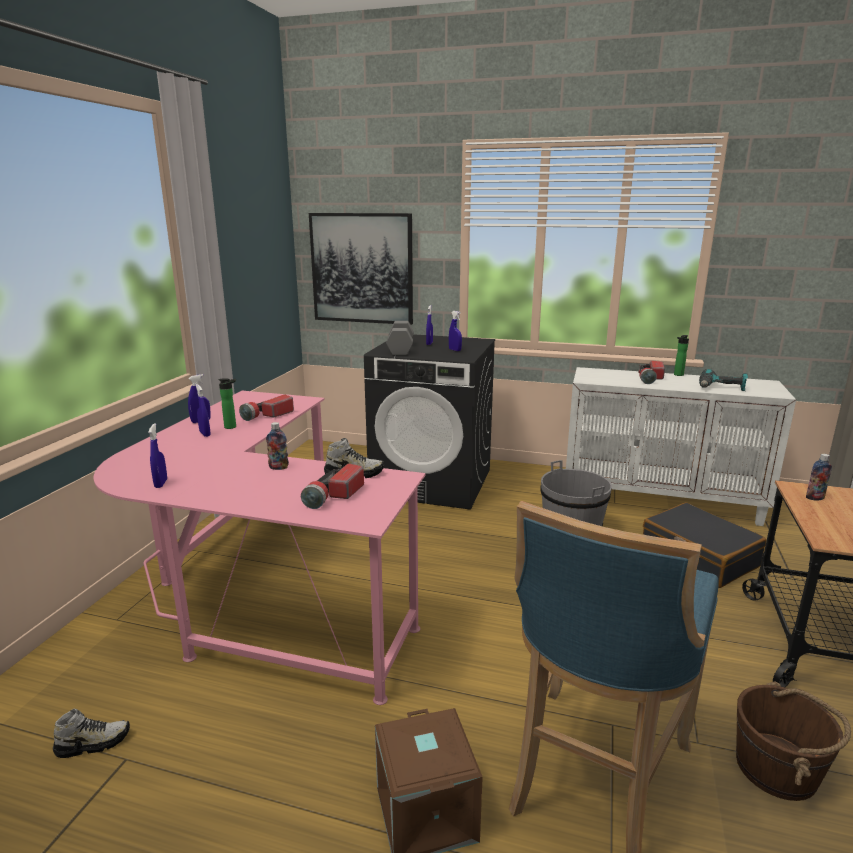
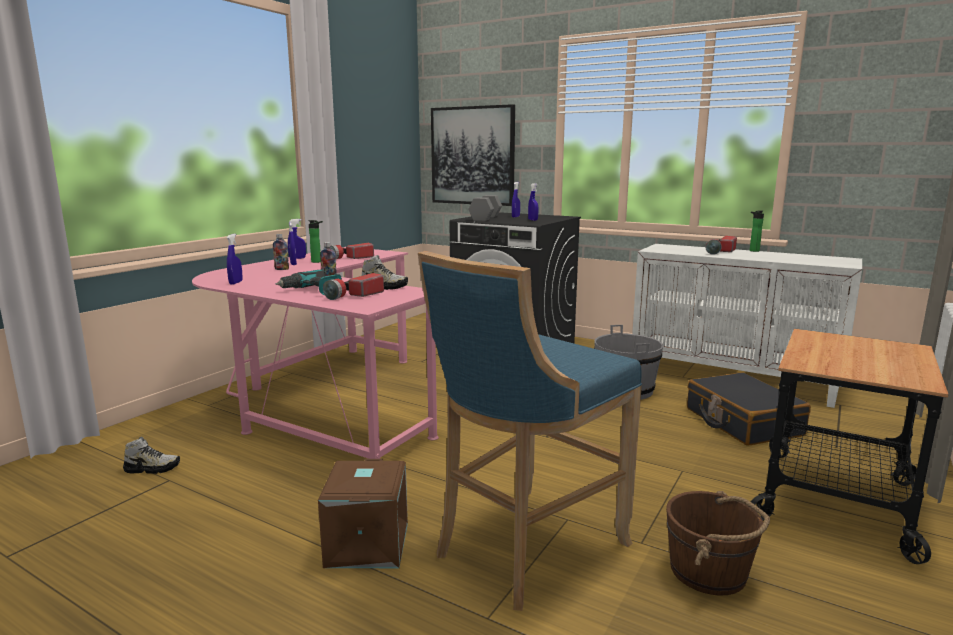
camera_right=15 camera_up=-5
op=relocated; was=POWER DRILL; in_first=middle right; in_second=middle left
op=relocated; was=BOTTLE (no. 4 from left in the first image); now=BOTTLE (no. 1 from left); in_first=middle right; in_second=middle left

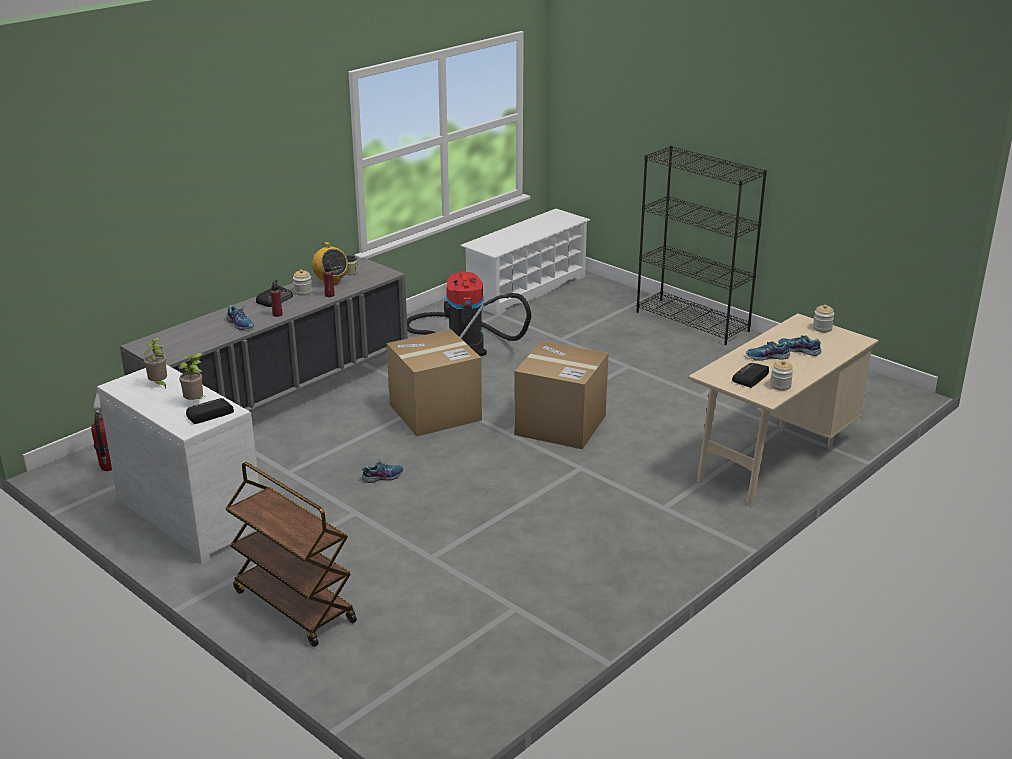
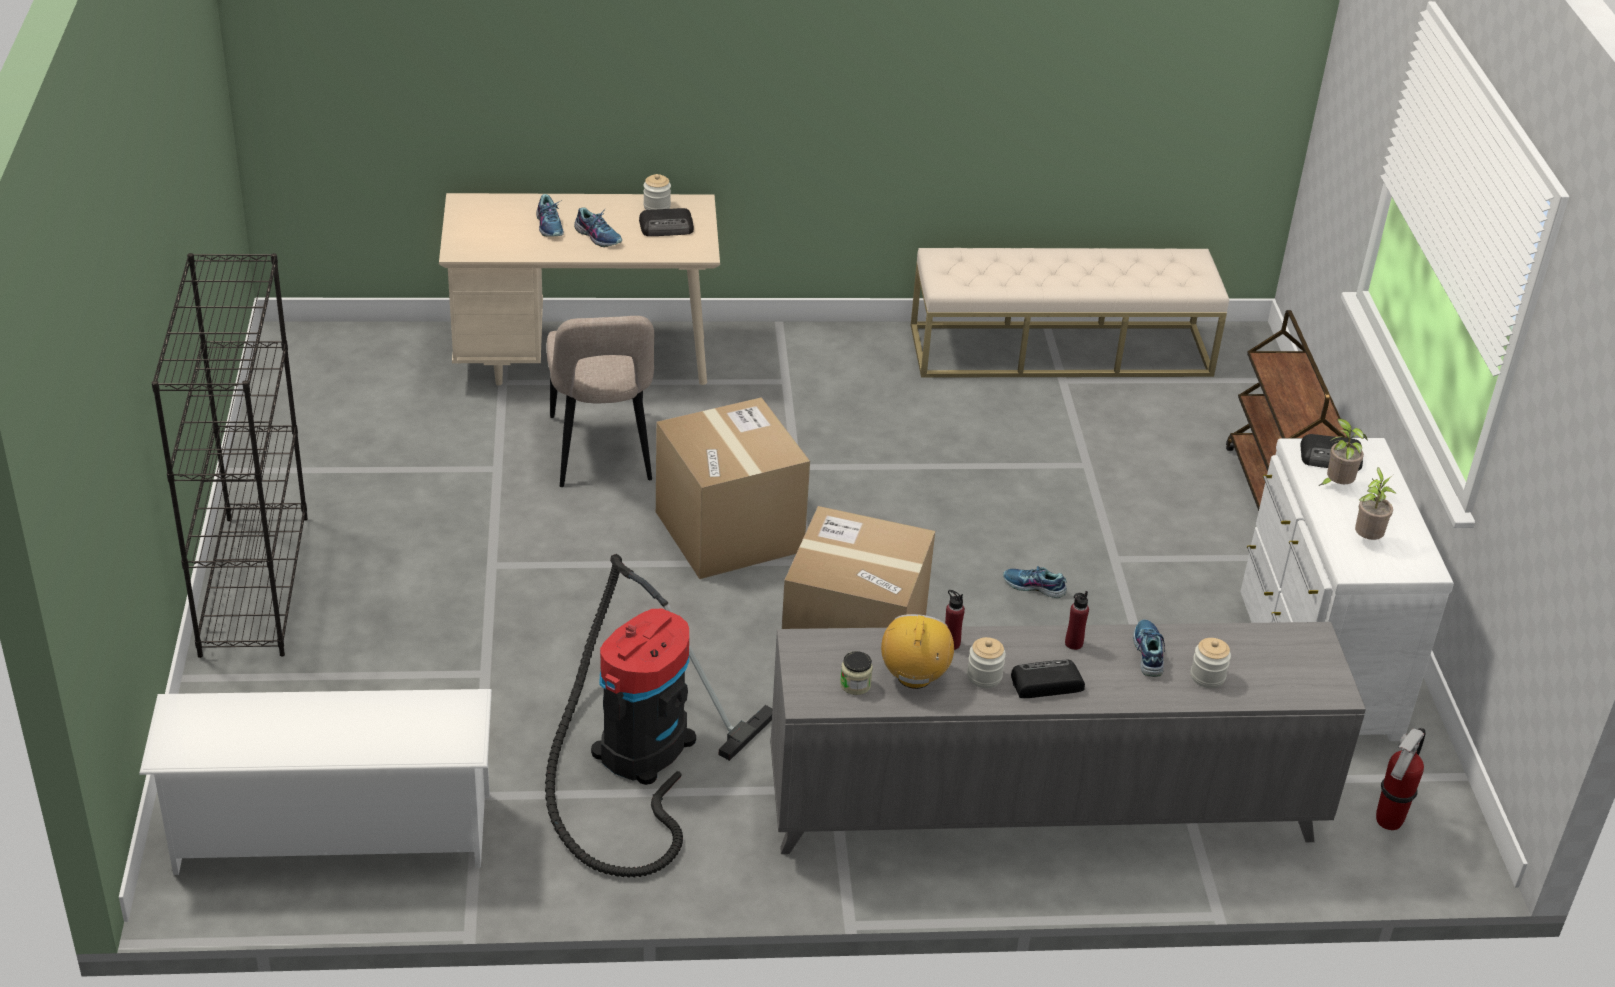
camera_right=-140 camera_up=10
op=relocated; was=JAR (no. 4 from left); in_first=middle right; in_second=bottom right
op=appeared; now=BEIGE CHAIR; in_second=centre
op=appeared; now=BEIGE BENCH; in_second=top centre

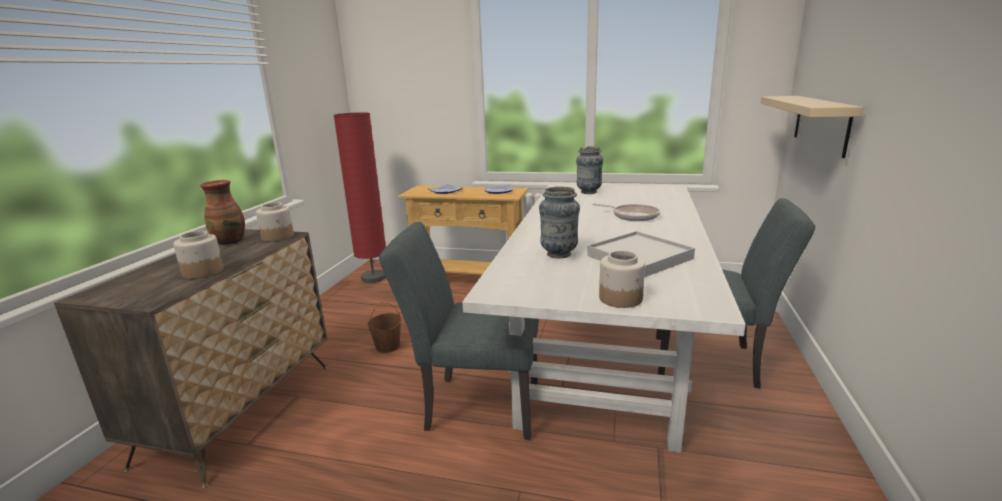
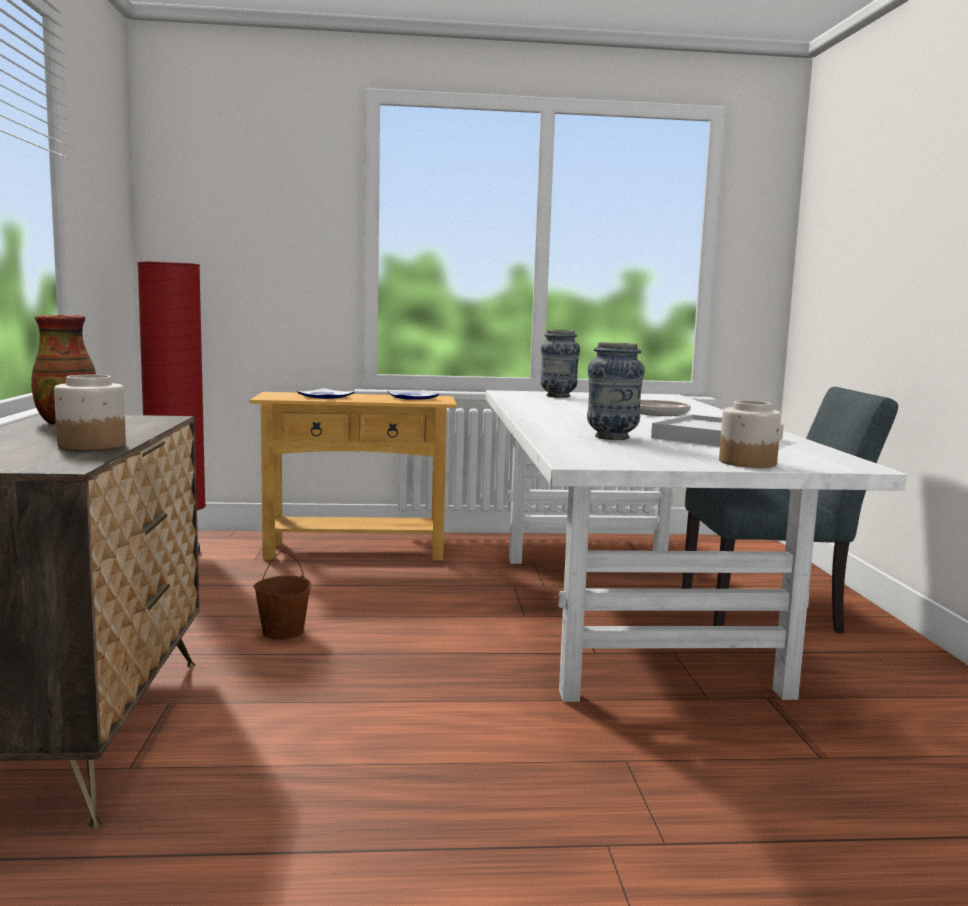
camera_right=-20 camera_up=-10
op=missing; was=JAR (no. 2 from left); in_first=middle left
op=missing; was=GREY CHAIR (no. 1 from left); in_first=centre
op=missing; was=BEIGE SHELF; in_first=top right

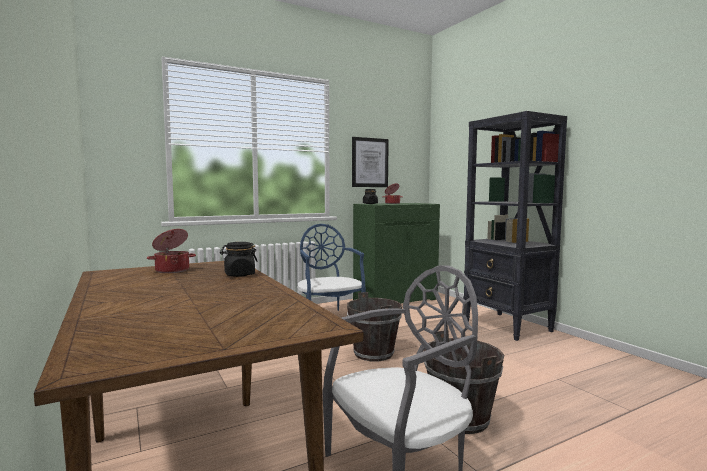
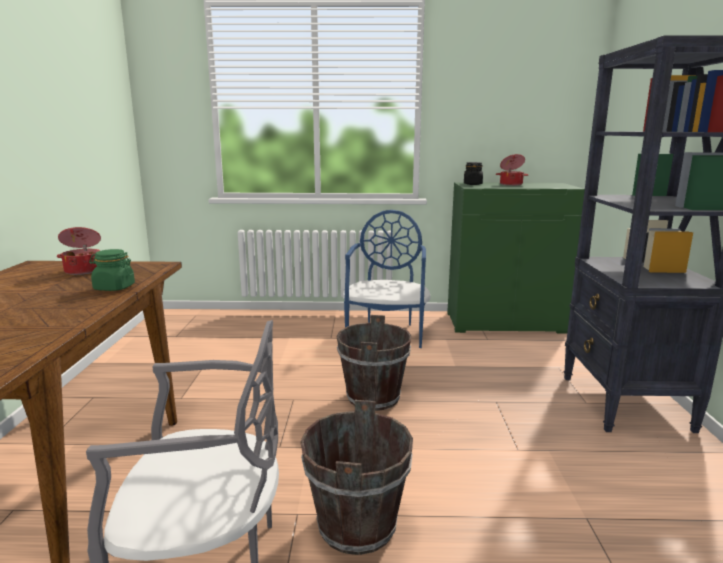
camera_right=30 camera_up=10
op=colour; was=BLACK JAR (no. 1 from left); now=GREEN JAR; in_first=centre; in_second=middle left
op=missing; was=PICTURE; in_first=centre

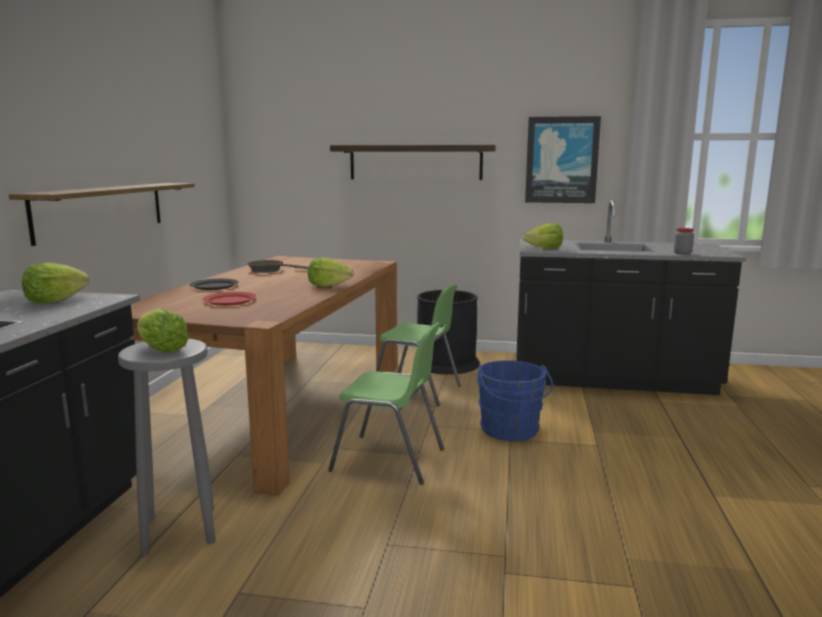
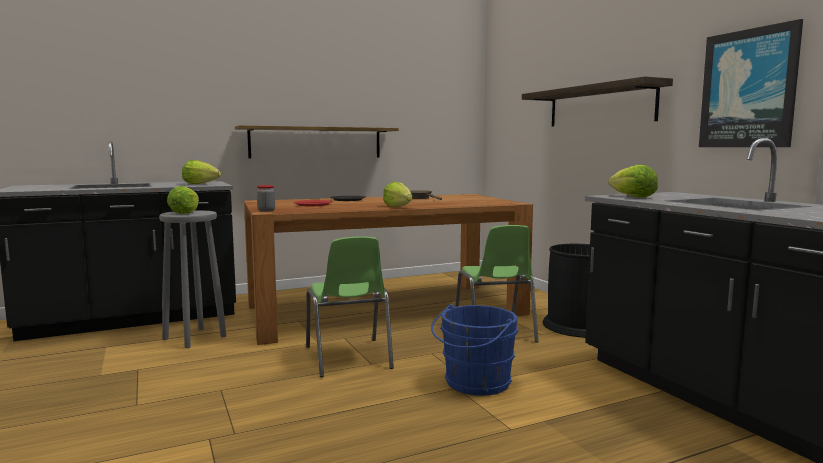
camera_right=55 camera_up=-5
op=relocated; was=JAR; in_first=middle right; in_second=middle left

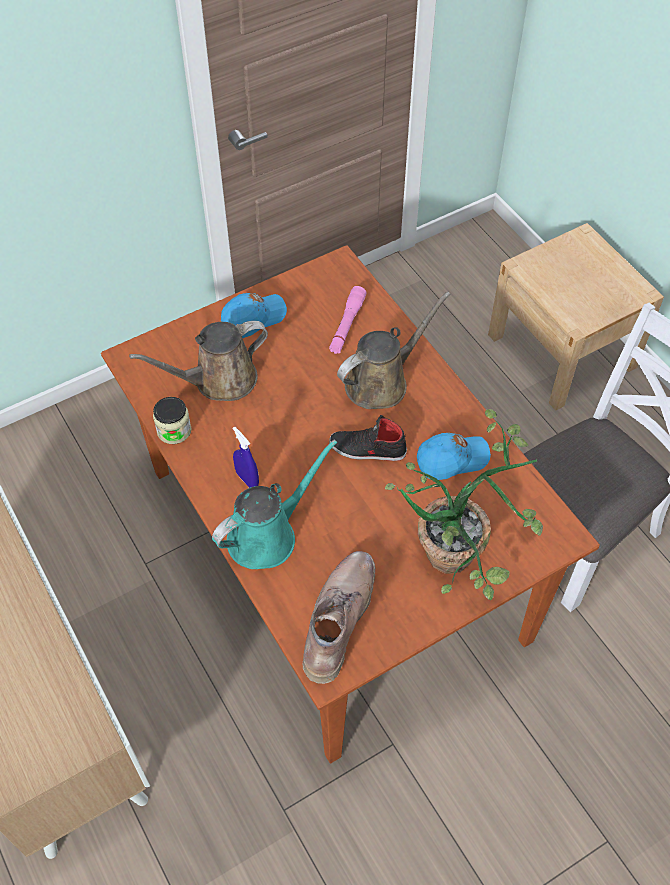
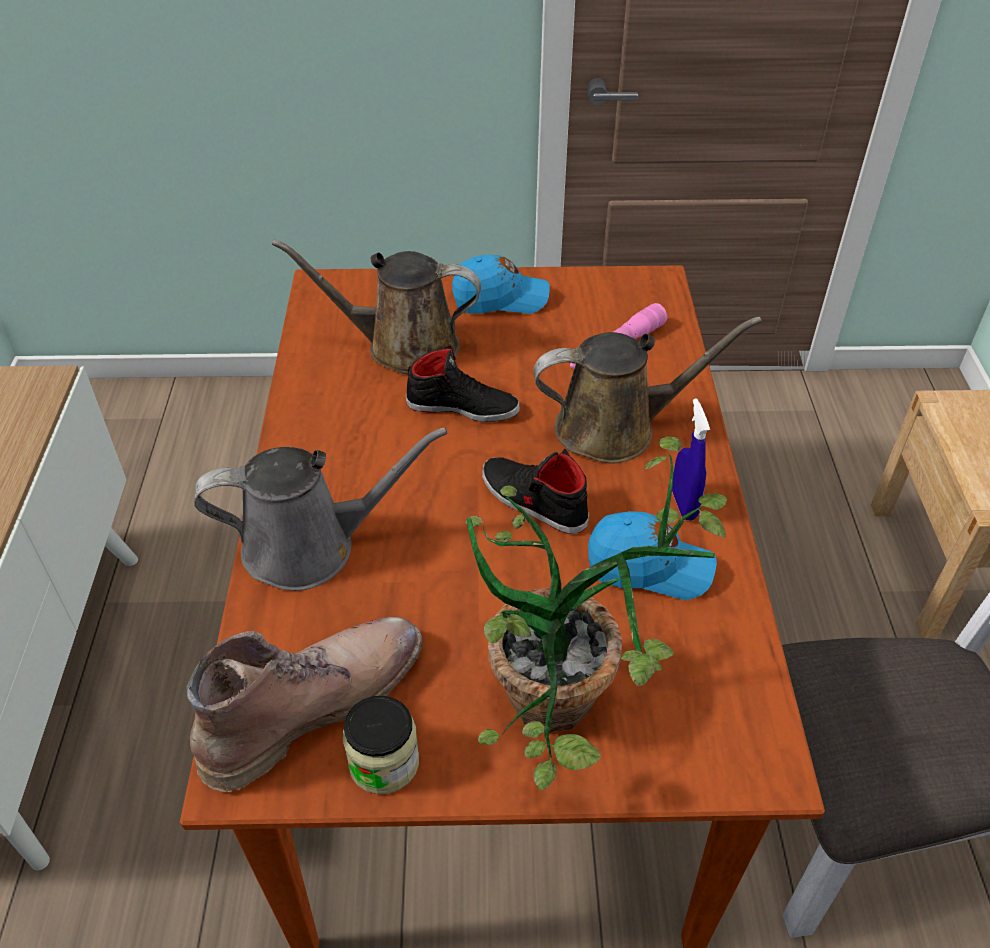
camera_right=30 camera_up=-10
op=relocated; was=JAR; in_first=middle left; in_second=bottom centre
op=colour; was=TURQUOISE WATERING CAN; now=GREY WATERING CAN; in_first=centre; in_second=middle left
op=relocated; was=BLUE SPRAY BOTTLE; in_first=centre; in_second=middle right
op=appeared; now=BLACK SHOE (no. 1 from left); in_second=centre

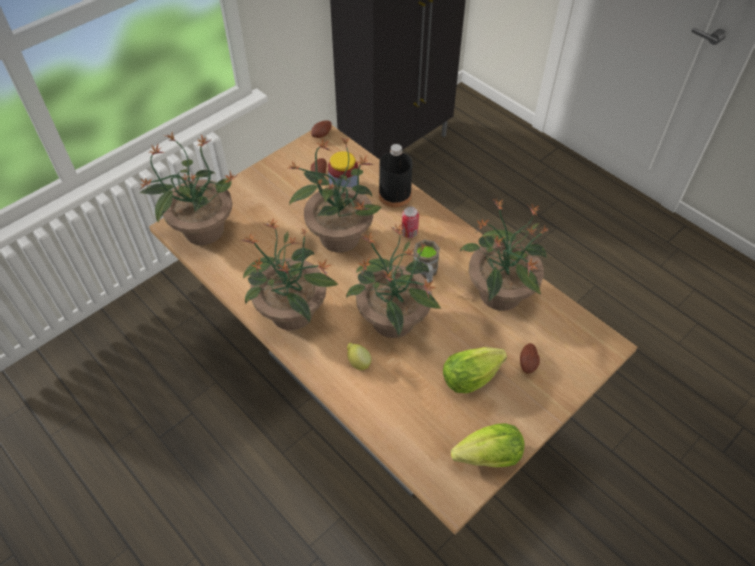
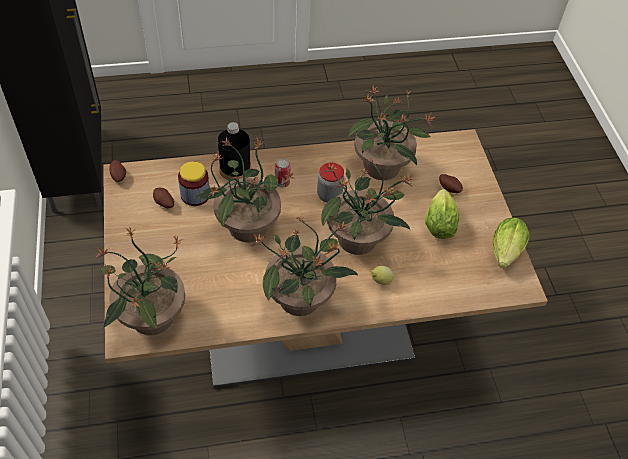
camera_right=-60 camera_up=0
op=exchanged; was=BROWN MUG; now=JAR (no. 2 from left); in_first=centre; in_second=centre

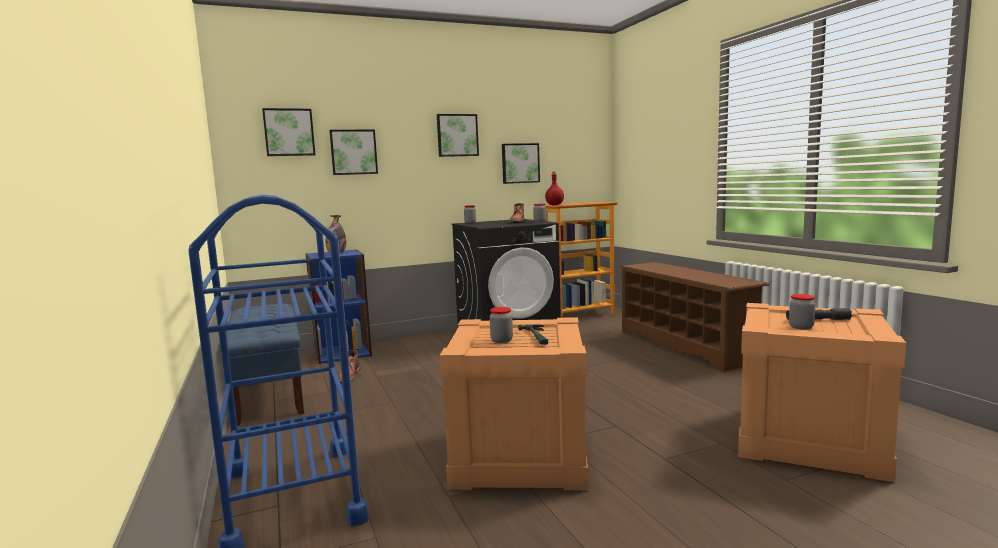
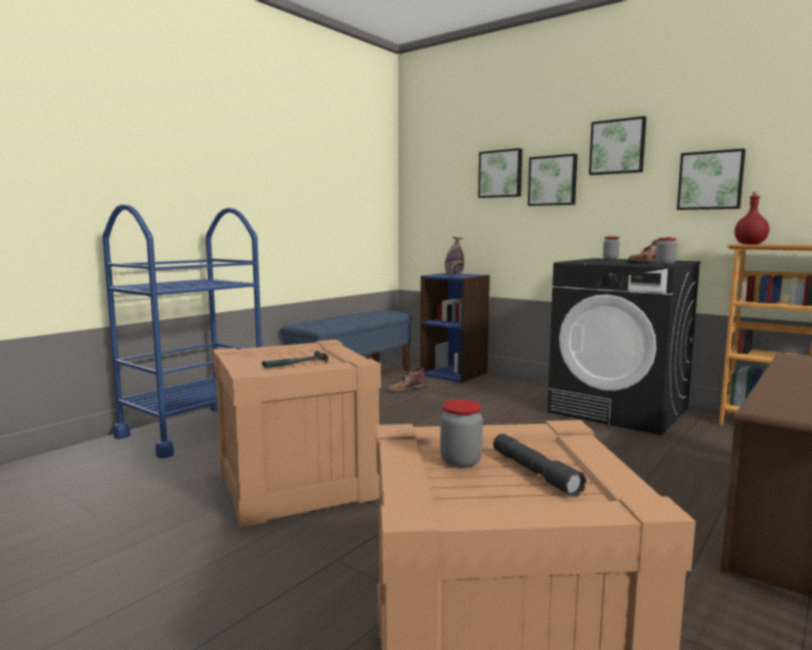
camera_right=60 camera_up=0
op=relocated; was=PICTURE (no. 1 from left in the first image); now=PICTURE (no. 2 from left); in_first=top left; in_second=top right
op=missing; was=JAR (no. 2 from left); in_first=centre

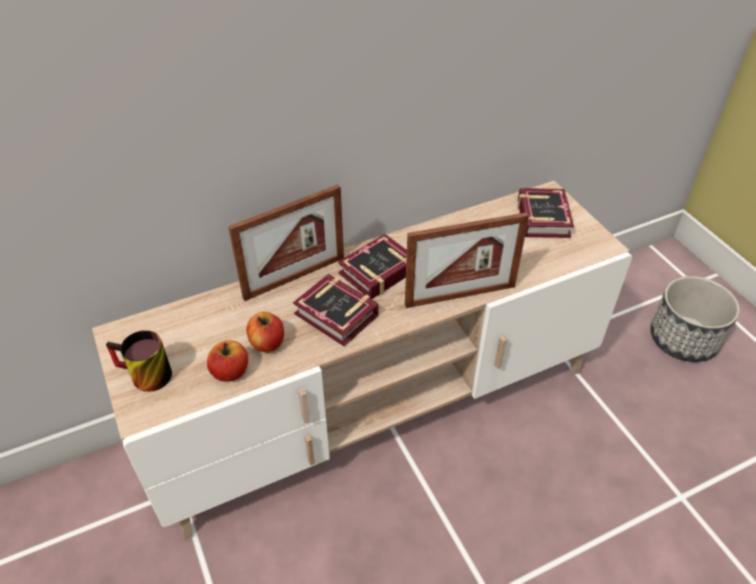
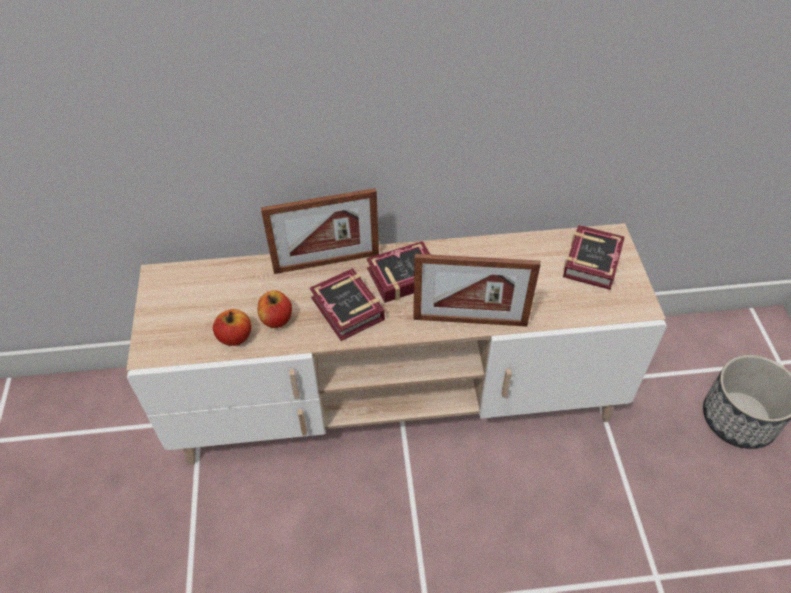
camera_right=20 camera_up=5
op=missing; was=MUG; in_first=middle left

